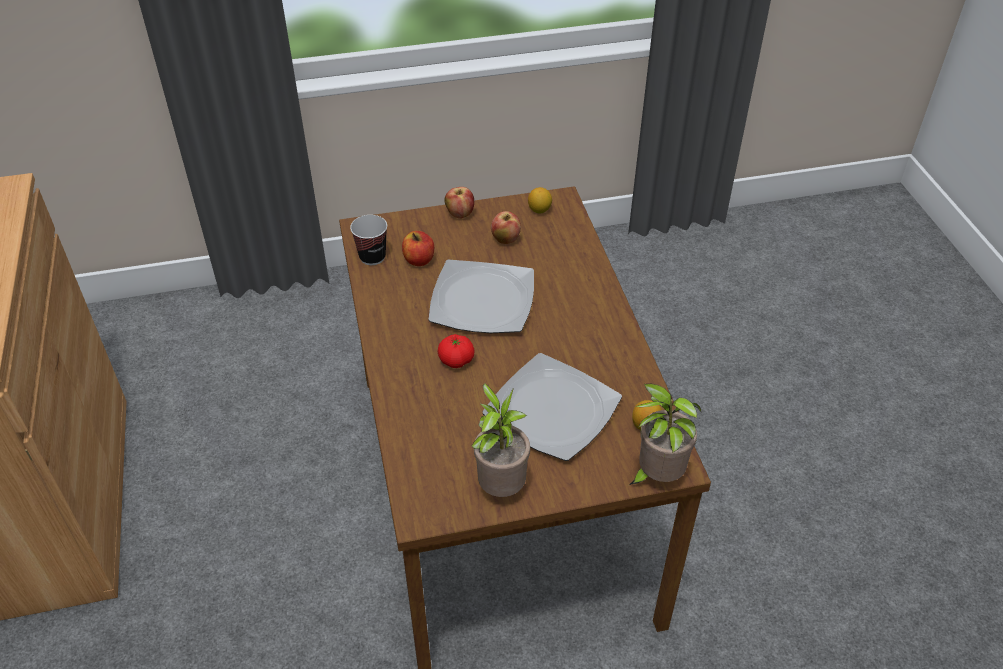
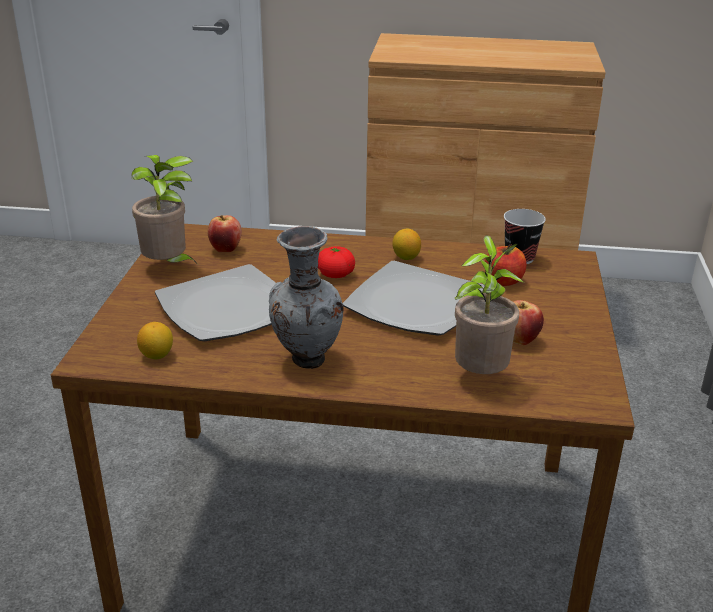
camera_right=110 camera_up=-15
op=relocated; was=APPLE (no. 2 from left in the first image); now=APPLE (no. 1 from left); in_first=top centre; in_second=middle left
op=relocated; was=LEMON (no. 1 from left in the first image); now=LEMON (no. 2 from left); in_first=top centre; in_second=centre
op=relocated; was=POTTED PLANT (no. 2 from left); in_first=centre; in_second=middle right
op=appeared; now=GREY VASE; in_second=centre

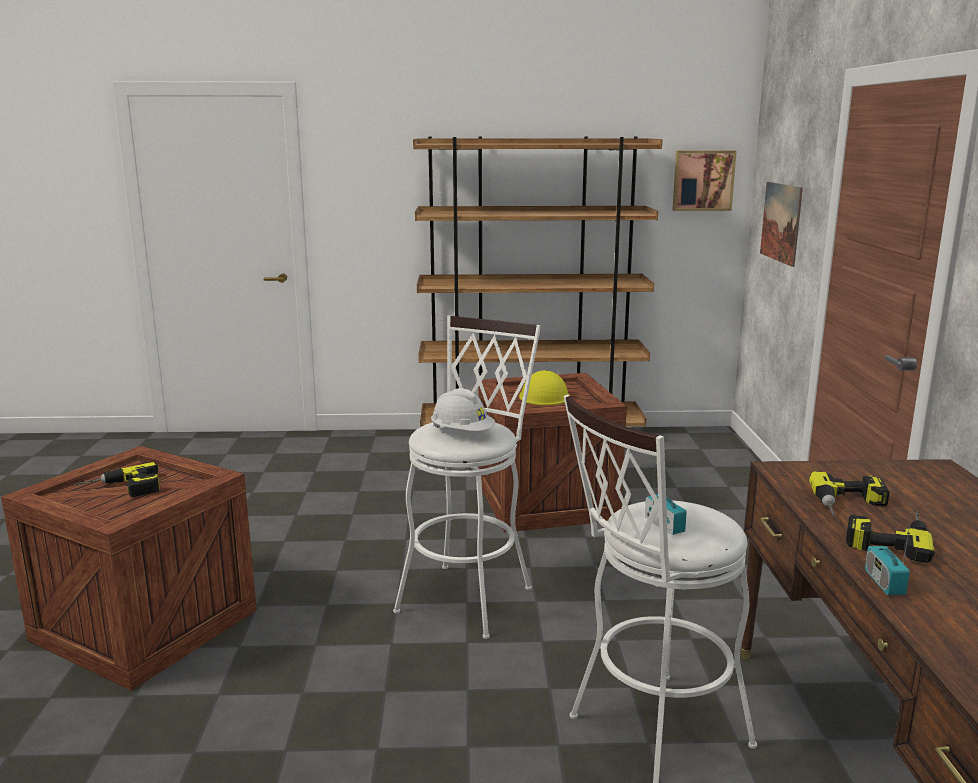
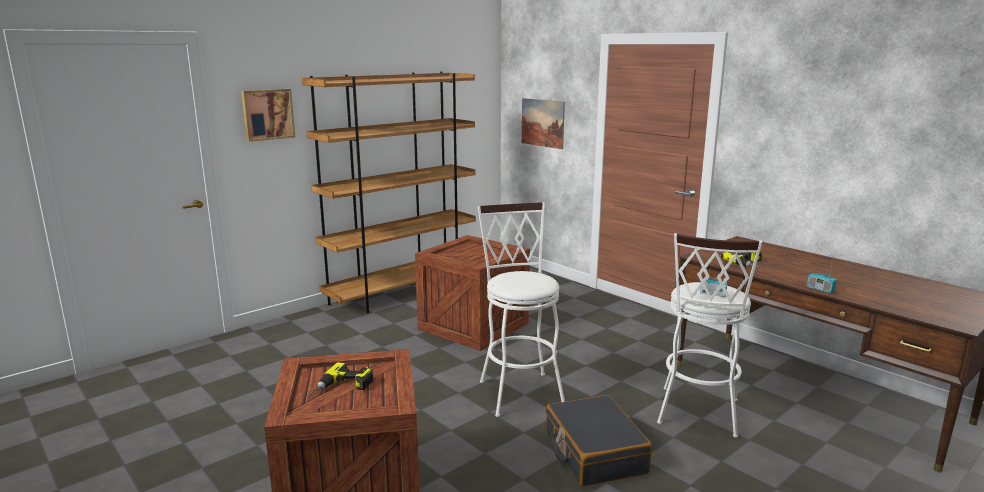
camera_right=-40 camera_up=0
op=missing; was=WHITE HARD HAT; in_first=centre
op=missing; was=YELLOW HARD HAT; in_first=centre
op=relocated; was=PICTURE (no. 1 from left); in_first=top right; in_second=top left
op=missing; was=POWER DRILL (no. 3 from left); in_first=bottom right
op=appeared; now=BLACK SUITCASE; in_second=bottom centre

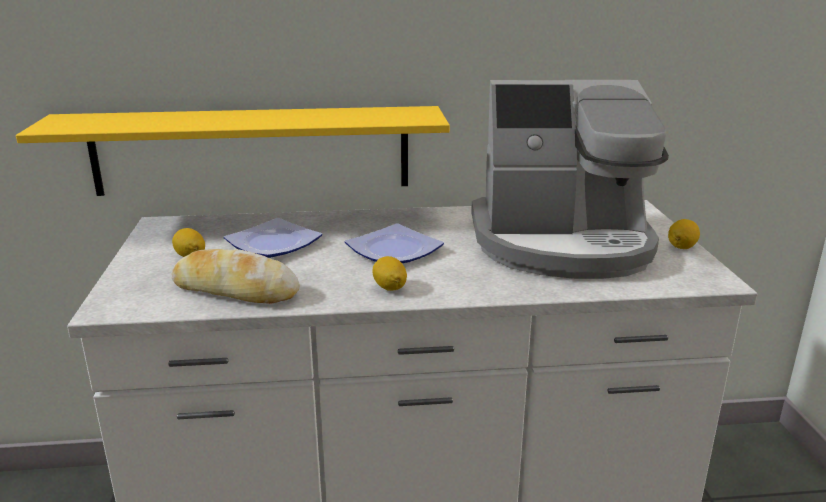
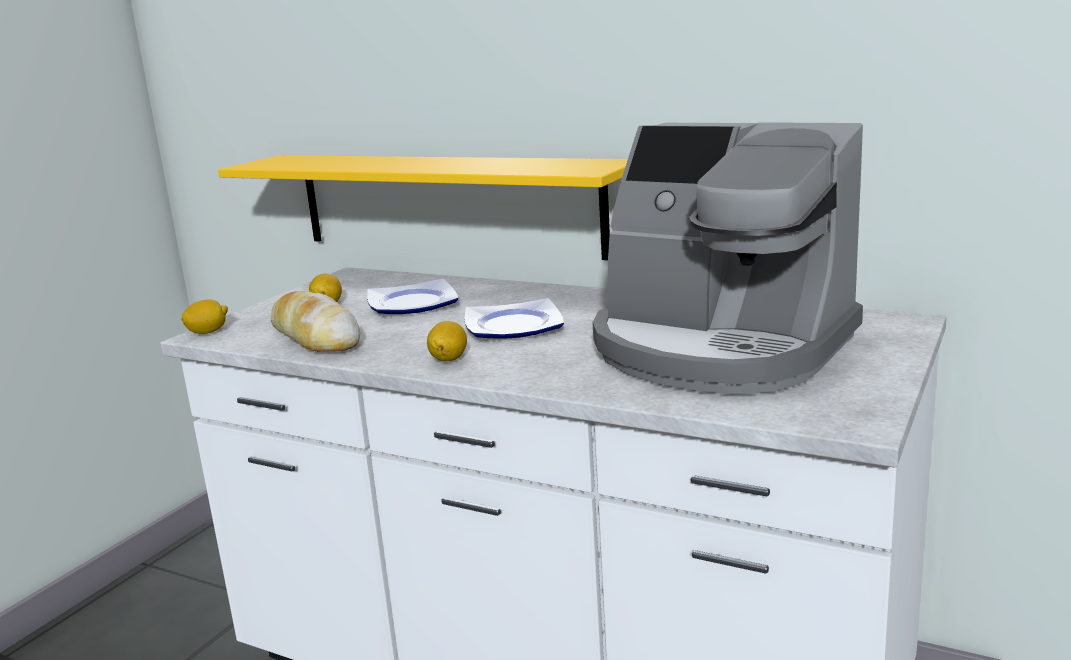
camera_right=35 camera_up=-5
op=relocated; was=LEMON (no. 3 from left in the first image); now=LEMON (no. 1 from left); in_first=middle right; in_second=middle left

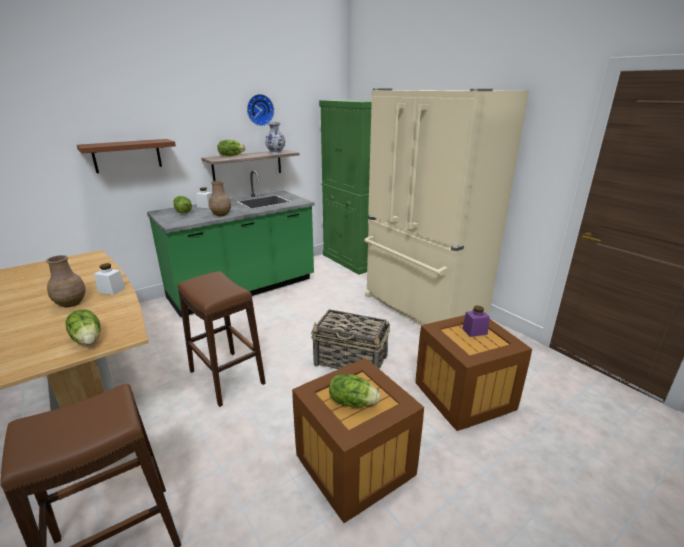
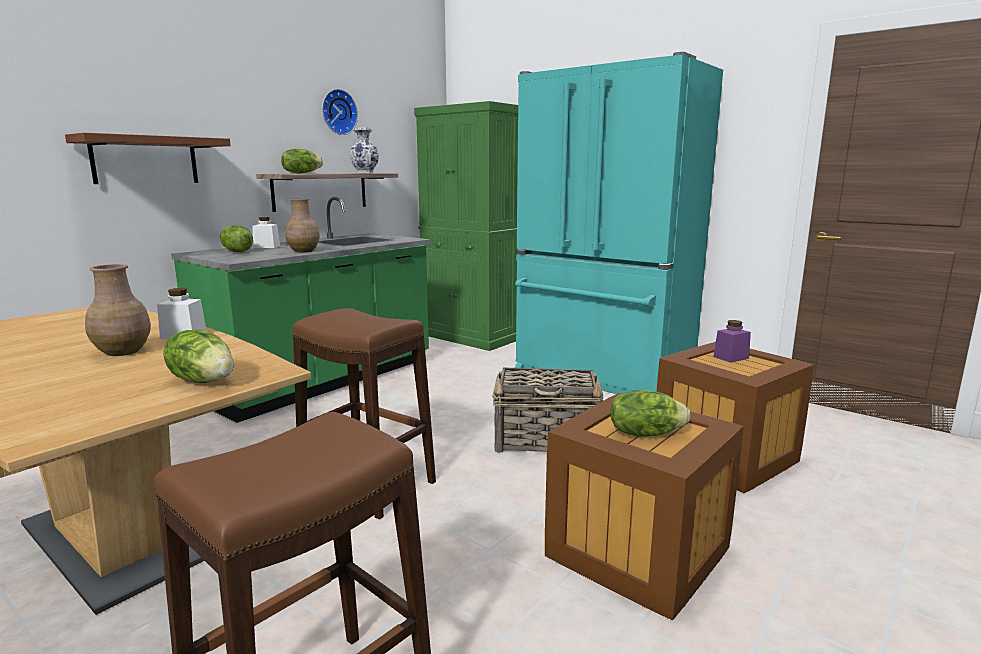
camera_right=-15 camera_up=-10
op=colour; was=BEIGE FRIDGE; now=TURQUOISE FRIDGE; in_first=centre; in_second=centre

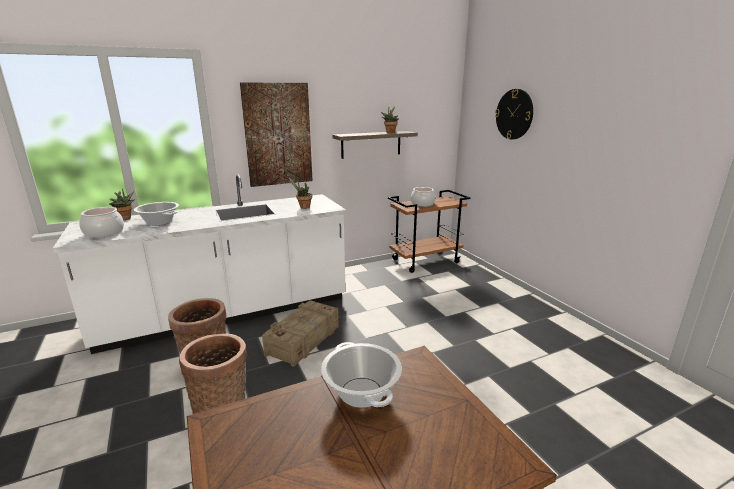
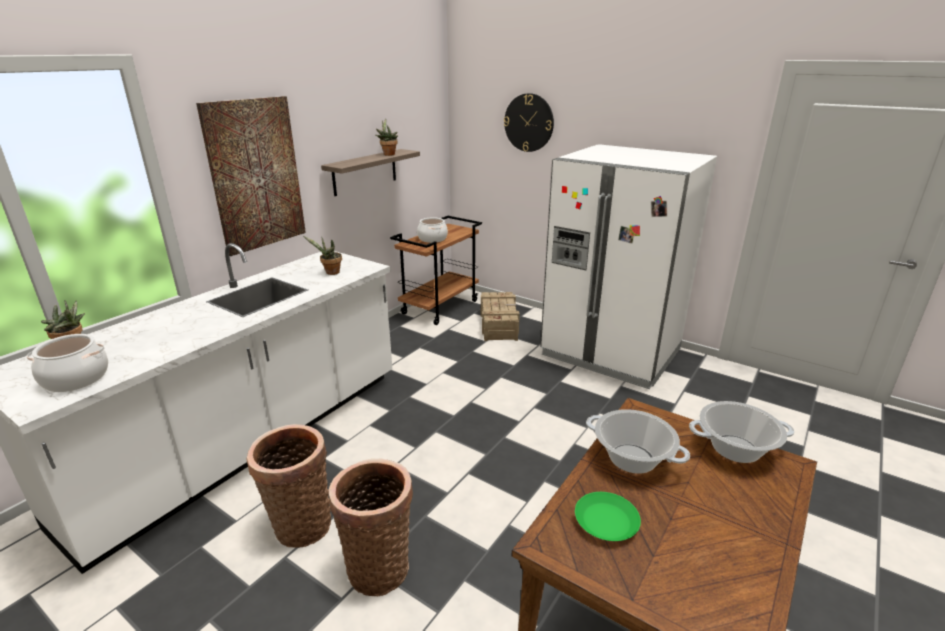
camera_right=-30 camera_up=5
op=relocated; was=COOKING POT (no. 2 from left in the first image); now=COOKING POT (no. 4 from left); in_first=middle left; in_second=bottom right
op=relocated; was=CRATE; in_first=bottom centre; in_second=centre
op=appeared; now=WHITE FRIDGE; in_second=centre
op=appeared; now=GREEN PLATE; in_second=bottom centre

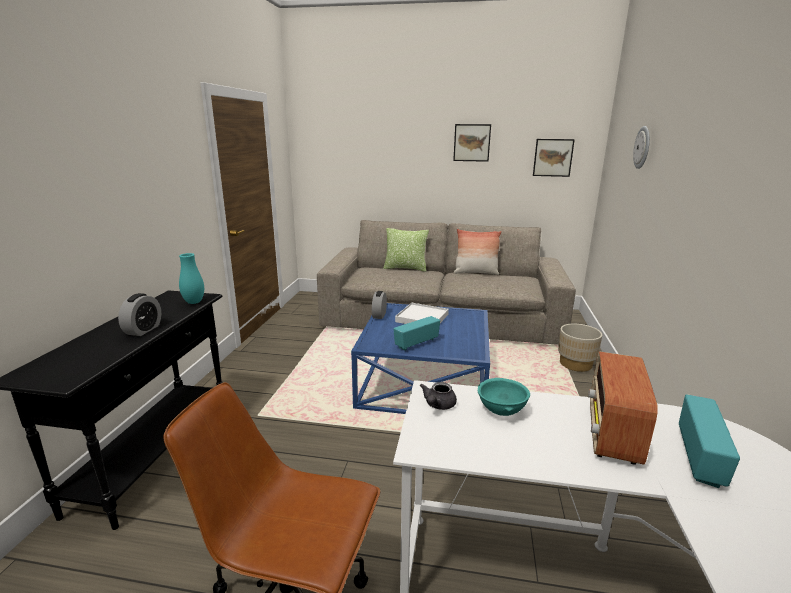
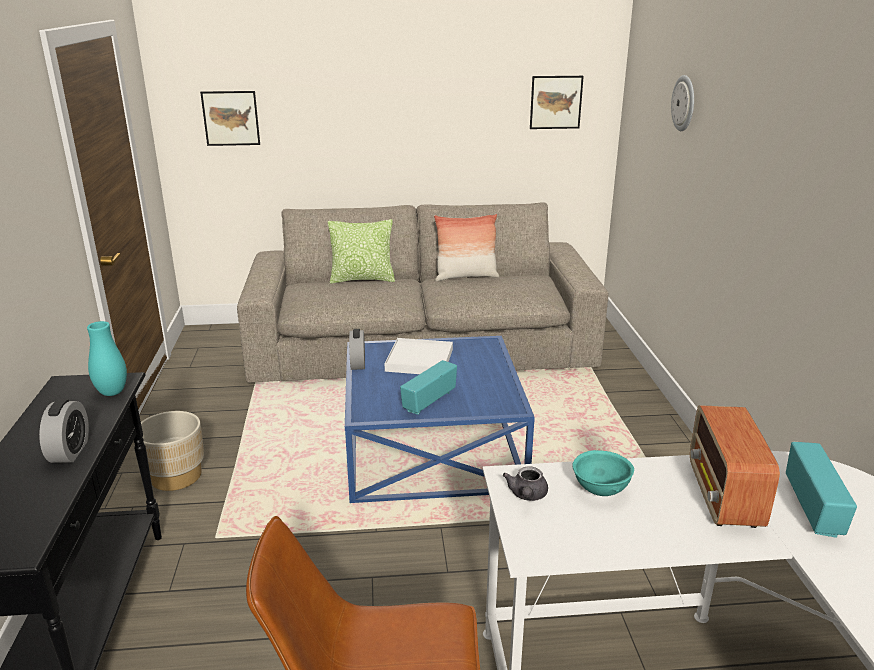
camera_right=-15 camera_up=5
op=relocated; was=PICTURE (no. 1 from left); in_first=top centre; in_second=top left
op=relocated; was=BEIGE PLANTER; in_first=middle right; in_second=bottom left

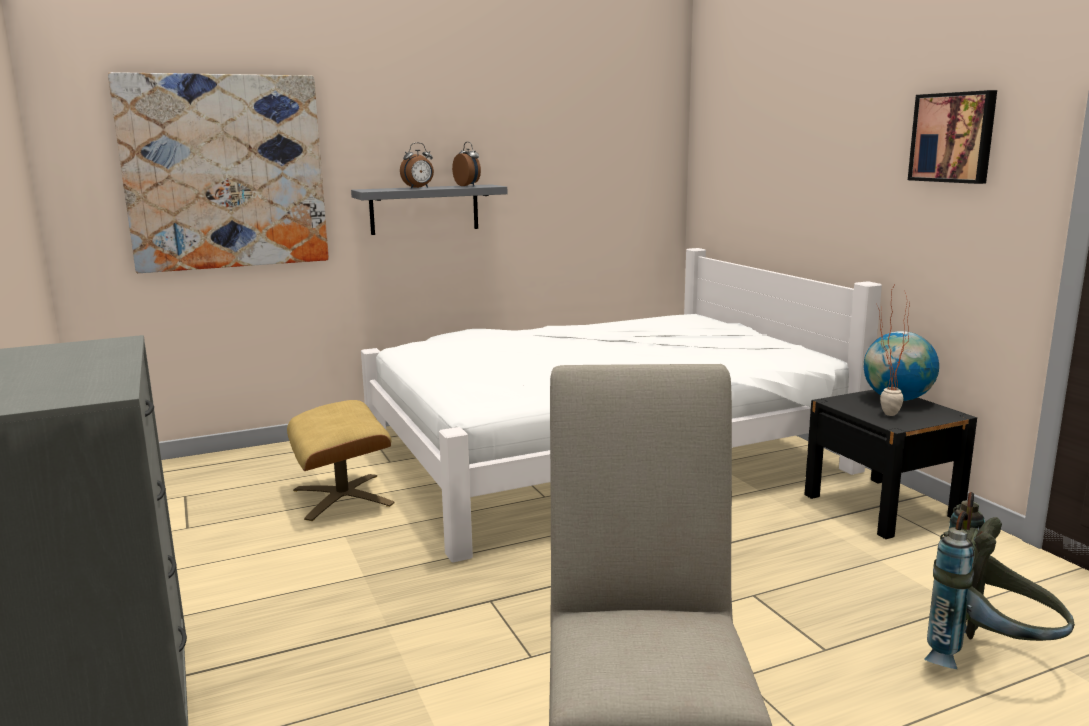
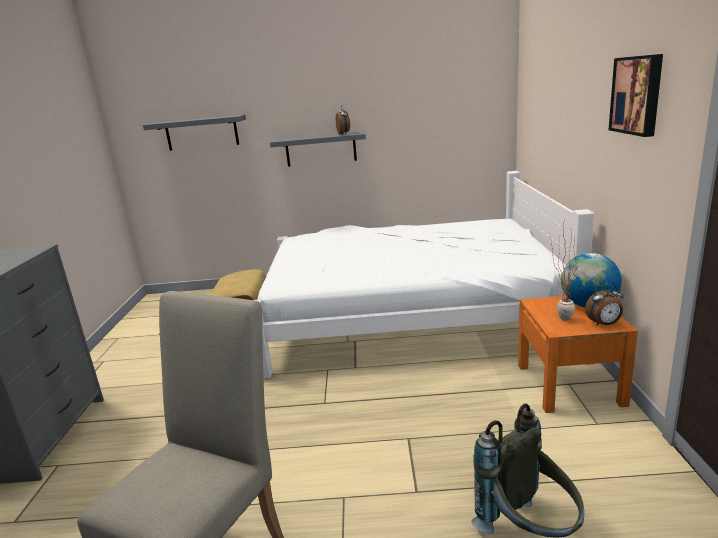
camera_right=25 camera_up=5
op=exchanged; was=PICTURE (no. 1 from left); now=GREY SHELF (no. 1 from left); in_first=top left; in_second=top left
op=relocated; was=ALARM CLOCK (no. 1 from left in the first image); now=ALARM CLOCK (no. 2 from left); in_first=top centre; in_second=middle right
op=colour; was=BLACK NIGHTSTAND; now=ORANGE NIGHTSTAND; in_first=middle right; in_second=middle right

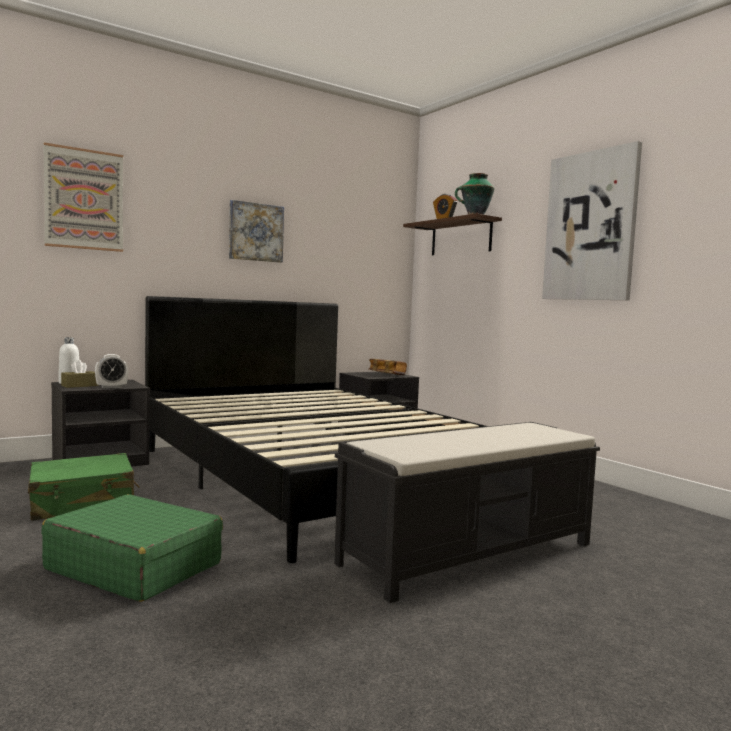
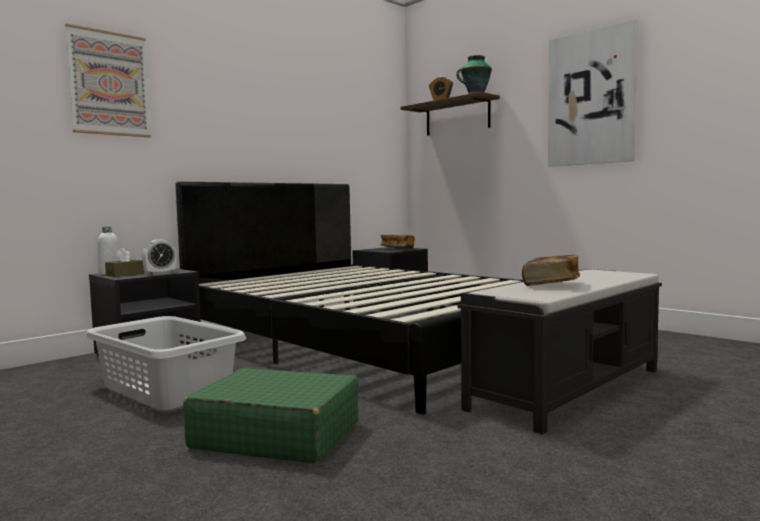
camera_right=-10 camera_up=0
op=exchanged; was=GREEN SUITCASE (no. 1 from left); now=GREY LAUNDRY BASKET; in_first=middle left; in_second=bottom left
op=missing; was=PICTURE (no. 2 from left); in_first=top centre
op=appeared; now=BOOK (no. 2 from left); in_second=middle right

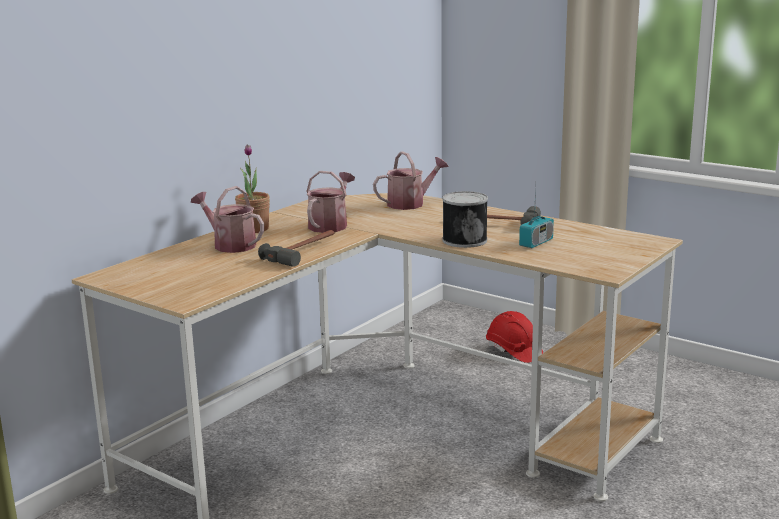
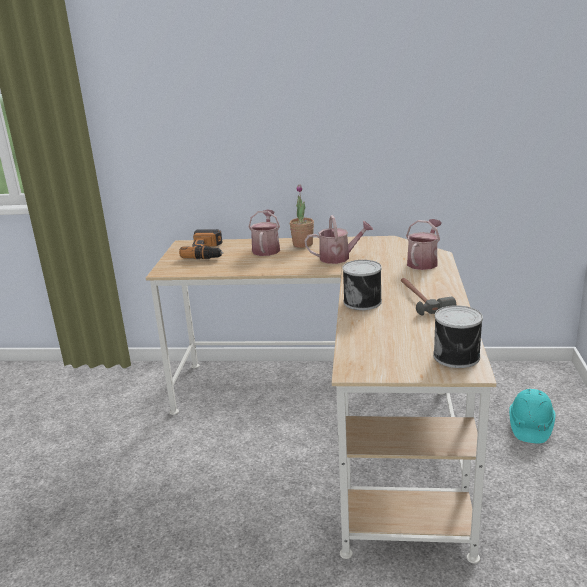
camera_right=60 camera_up=5
op=missing; was=HAMMER (no. 1 from left); in_first=centre
op=spun; was=WATERING CAN (no. 3 from left); in_first=centre; in_second=middle right; clockwise=-90
op=colour; was=RED HARD HAT; now=TURQUOISE HARD HAT; in_first=centre; in_second=bottom right
op=missing; was=RADIO; in_first=middle right
op=appeared; now=POWER DRILL; in_second=centre
op=appeared; now=CAN (no. 2 from left); in_second=middle right

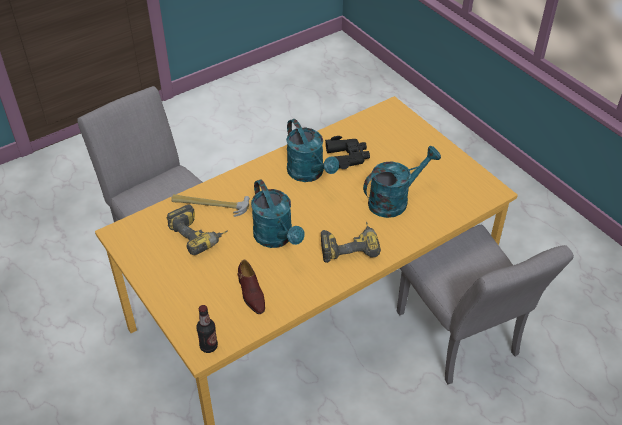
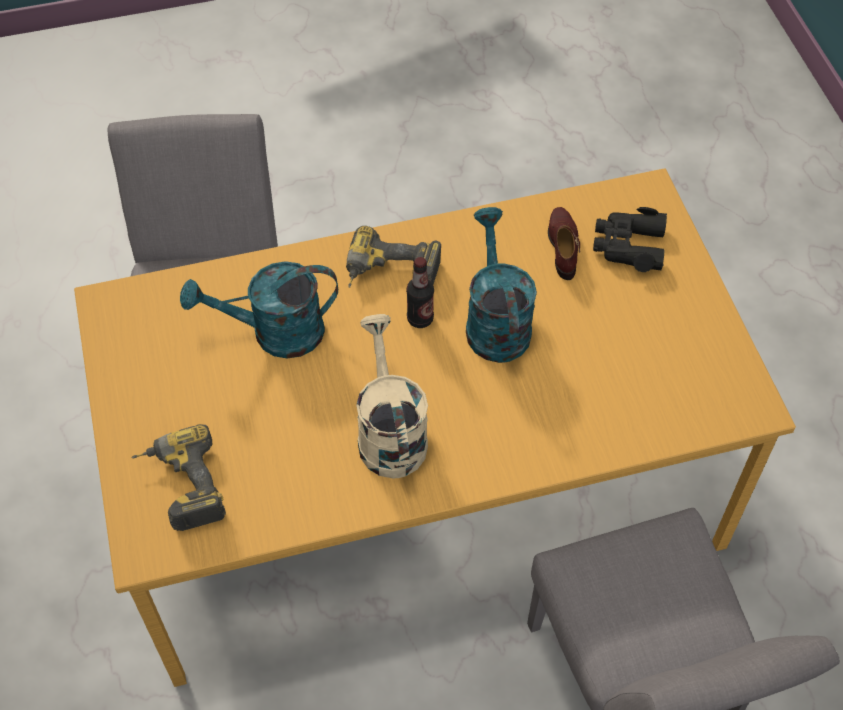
camera_right=-160 camera_up=10
op=relocated; was=POWER DRILL (no. 1 from left); in_first=middle left; in_second=bottom left
op=missing; was=HAMMER; in_first=centre
op=relocated; was=BOTTLE; in_first=bottom left; in_second=centre
op=colour; was=TURQUOISE WATERING CAN (no. 2 from left); now=BEIGE WATERING CAN; in_first=centre; in_second=centre
op=relocated; was=BLACK BINOCULARS; in_first=centre; in_second=middle right

